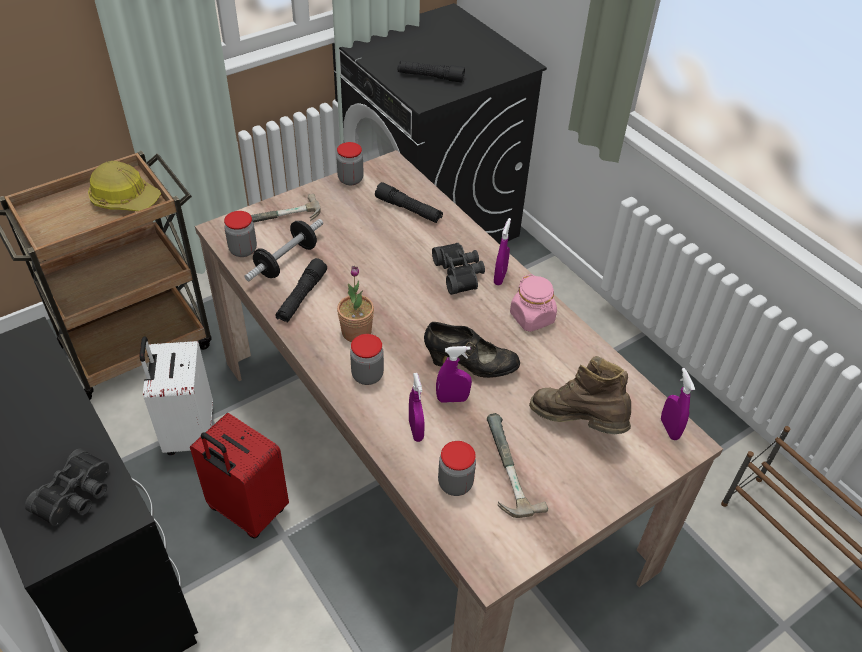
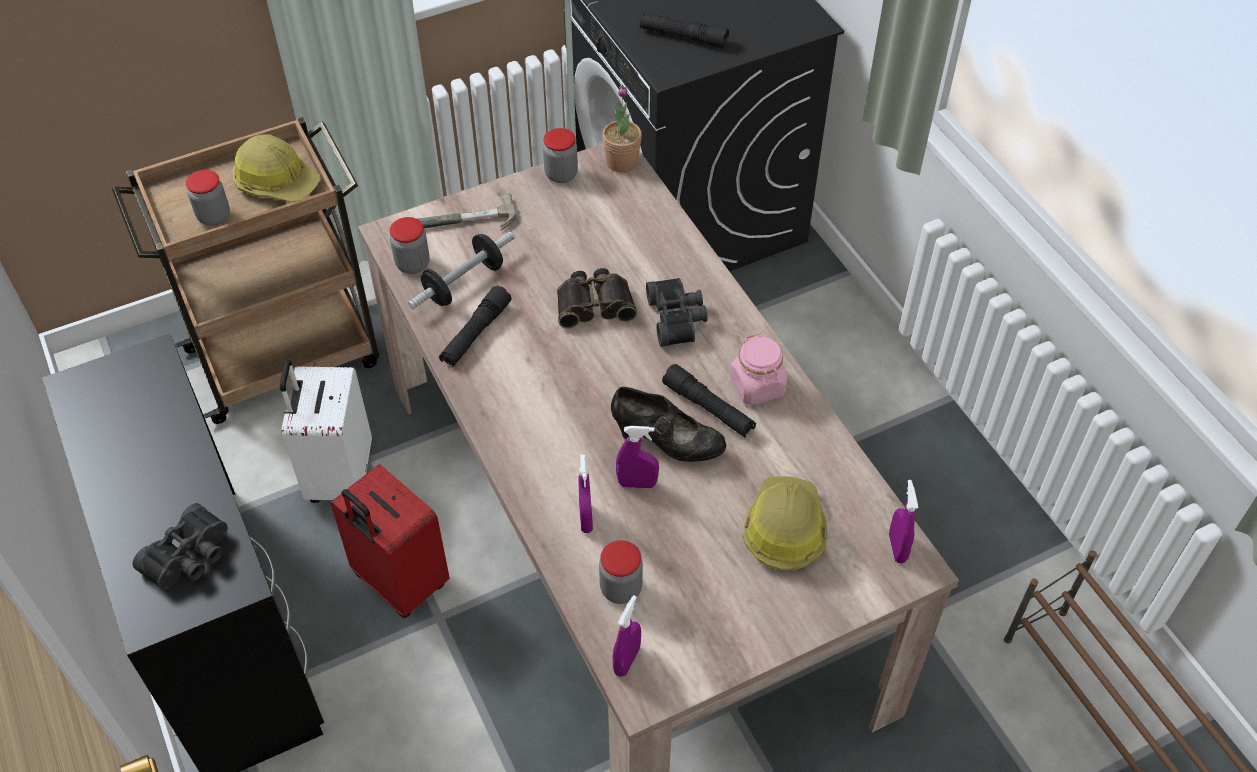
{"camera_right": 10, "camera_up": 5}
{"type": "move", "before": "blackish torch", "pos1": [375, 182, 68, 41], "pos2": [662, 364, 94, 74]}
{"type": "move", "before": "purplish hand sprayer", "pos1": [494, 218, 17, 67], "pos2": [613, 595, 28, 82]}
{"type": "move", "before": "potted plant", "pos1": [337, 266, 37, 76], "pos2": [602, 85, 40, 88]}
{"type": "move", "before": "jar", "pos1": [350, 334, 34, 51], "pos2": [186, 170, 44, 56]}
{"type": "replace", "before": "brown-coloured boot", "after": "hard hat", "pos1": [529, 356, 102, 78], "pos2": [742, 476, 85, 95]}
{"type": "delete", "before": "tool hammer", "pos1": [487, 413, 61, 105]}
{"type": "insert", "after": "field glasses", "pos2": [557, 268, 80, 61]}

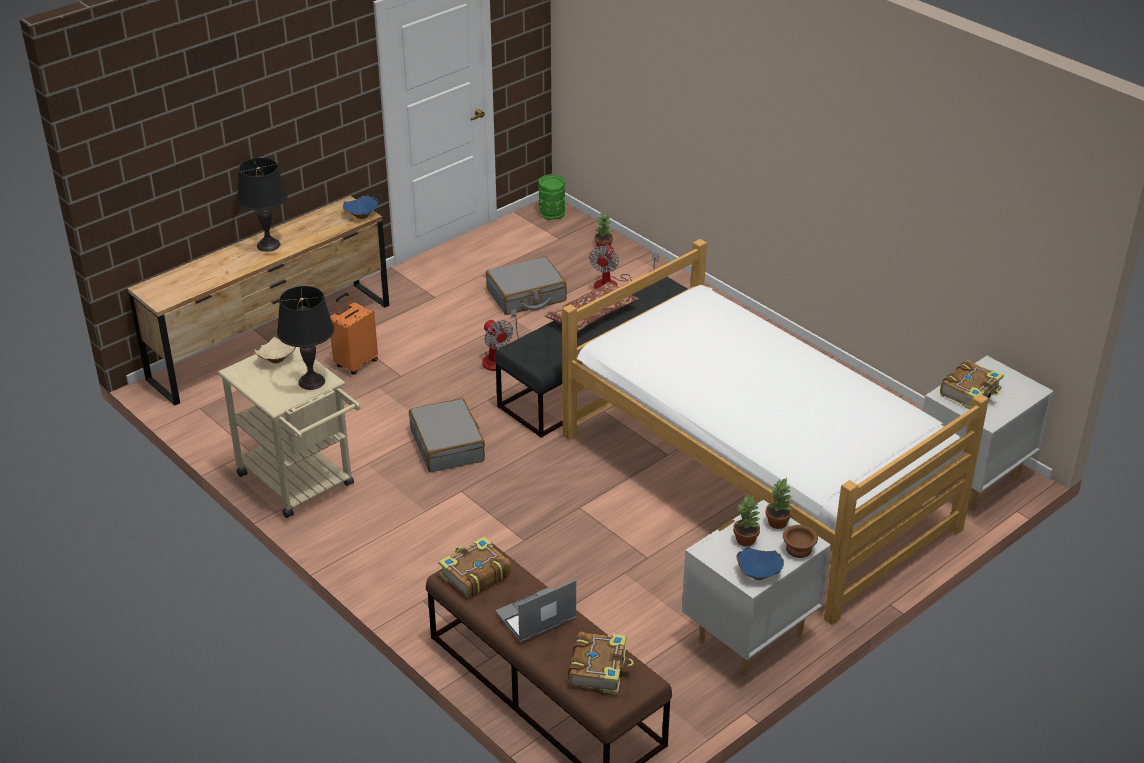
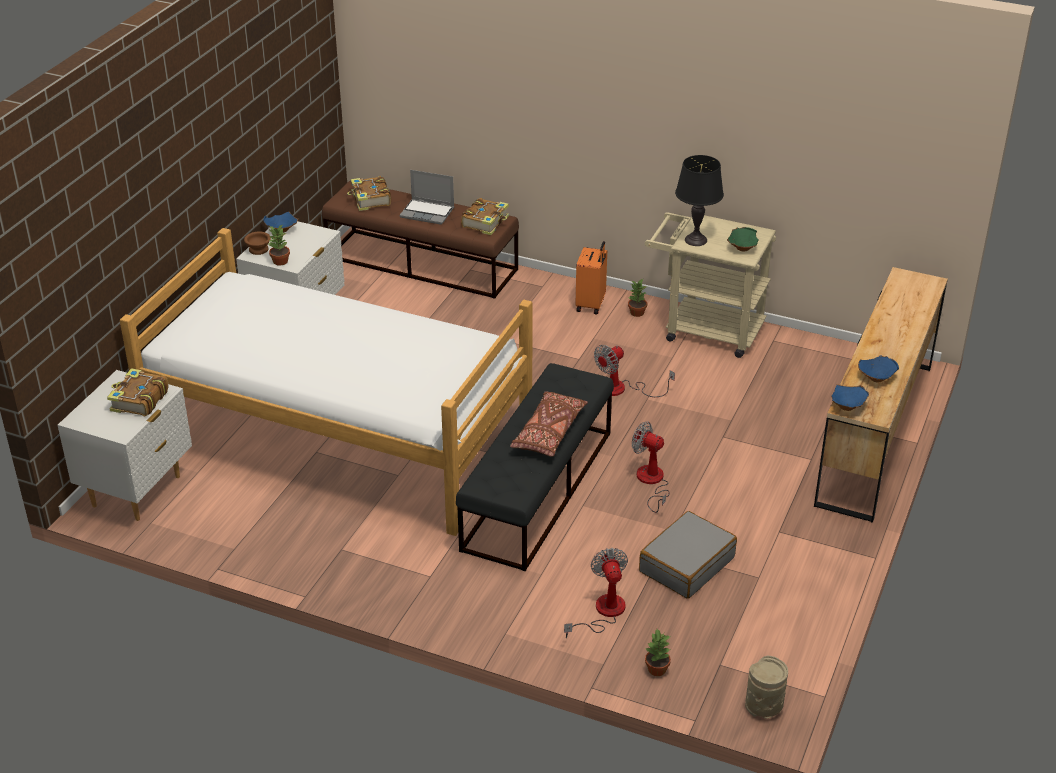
{"camera_right": 155, "camera_up": 0}
{"type": "delete", "before": "blackish tabletop lamp", "pos1": [237, 158, 50, 94]}
{"type": "recolor", "before": "green-coloured vase", "after": "beige-coloured vase", "pos1": [538, 174, 27, 46], "pos2": [745, 656, 43, 63]}
{"type": "move", "before": "orange piece of luggage", "pos1": [330, 293, 48, 82], "pos2": [575, 241, 32, 74]}
{"type": "recolor", "before": "beige-coloured deep dish", "after": "green-coloured deep dish", "pos1": [254, 337, 42, 26], "pos2": [727, 227, 32, 24]}
{"type": "replace", "before": "grey piece of luggage", "after": "electric fan", "pos1": [409, 398, 76, 74], "pos2": [594, 345, 81, 52]}
{"type": "move", "before": "potted plant", "pos1": [733, 494, 28, 52], "pos2": [628, 279, 19, 38]}
{"type": "rotate", "before": "laptop", "pos1": [495, 580, 82, 63], "pos2": [400, 170, 54, 55], "turn": 75}
{"type": "insert", "after": "blue deep dish", "pos2": [858, 355, 41, 28]}

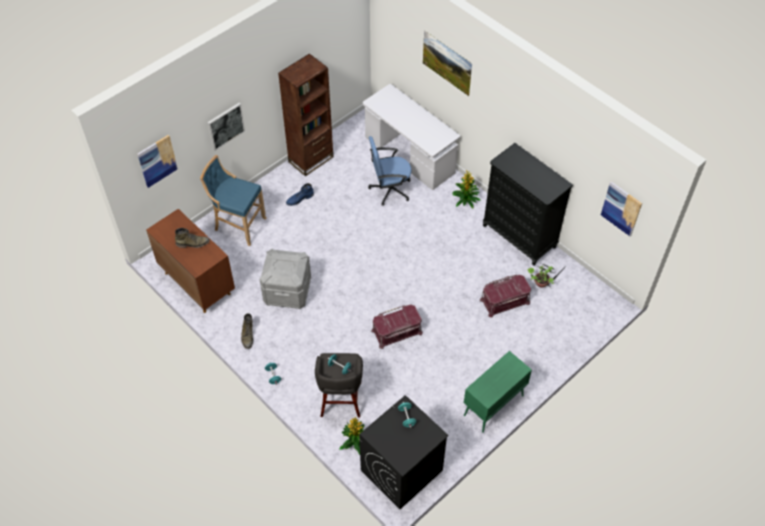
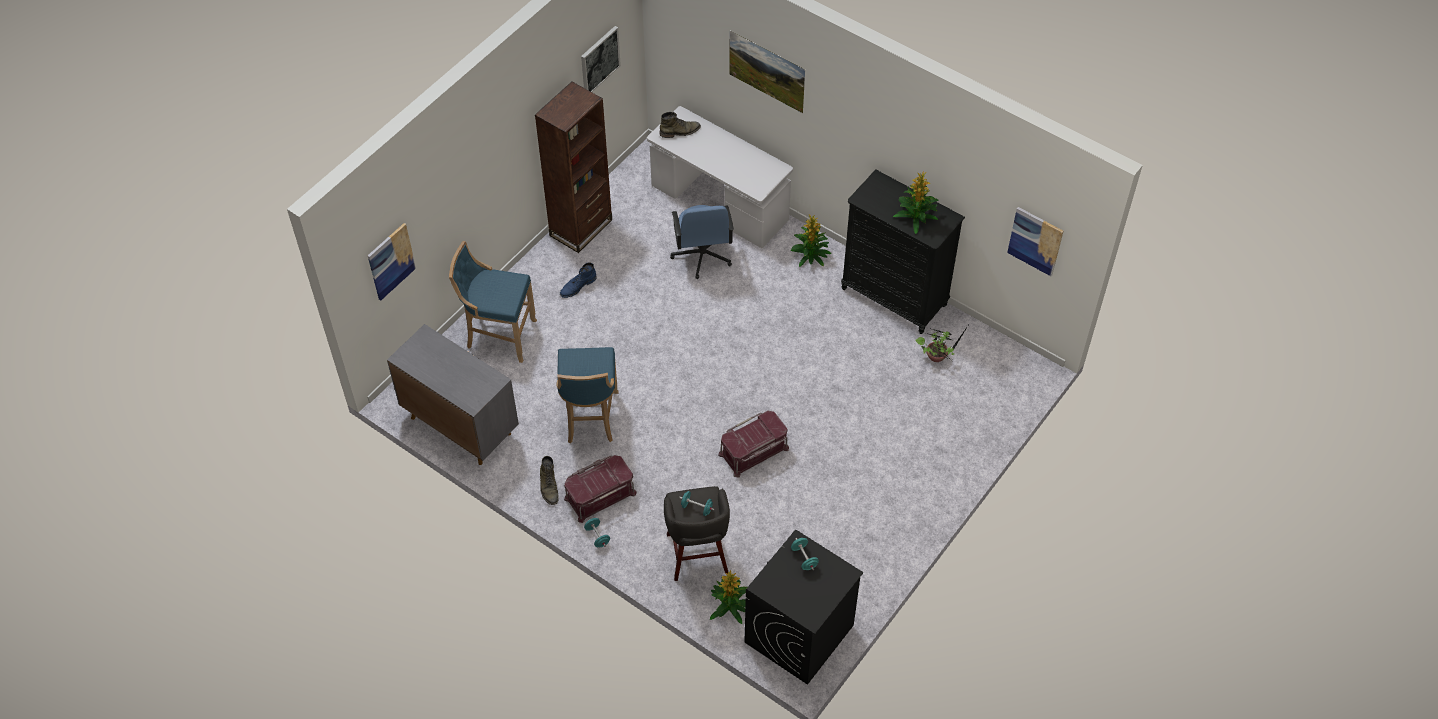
{"camera_right": -10, "camera_up": 0}
{"type": "move", "before": "picture", "pos1": [208, 103, 37, 48], "pos2": [581, 26, 40, 66]}
{"type": "rotate", "before": "blue office chair", "pos1": [368, 136, 44, 70], "pos2": [670, 205, 64, 74], "turn": -75}
{"type": "recolor", "before": "brown-coloured cabinet", "after": "grey cabinet", "pos1": [146, 209, 89, 104], "pos2": [387, 324, 132, 141]}
{"type": "move", "before": "green-coloured boot", "pos1": [175, 228, 35, 20], "pos2": [660, 112, 41, 26]}
{"type": "replace", "before": "grey storage bin", "after": "blue sitting stool", "pos1": [260, 248, 51, 61], "pos2": [556, 347, 63, 96]}
{"type": "move", "before": "reddish storage bin", "pos1": [480, 275, 51, 43], "pos2": [564, 455, 73, 68]}
{"type": "delete", "before": "green-coloured cabinet", "pos1": [464, 351, 68, 82]}
{"type": "insert", "after": "potted plant", "pos2": [893, 172, 45, 62]}

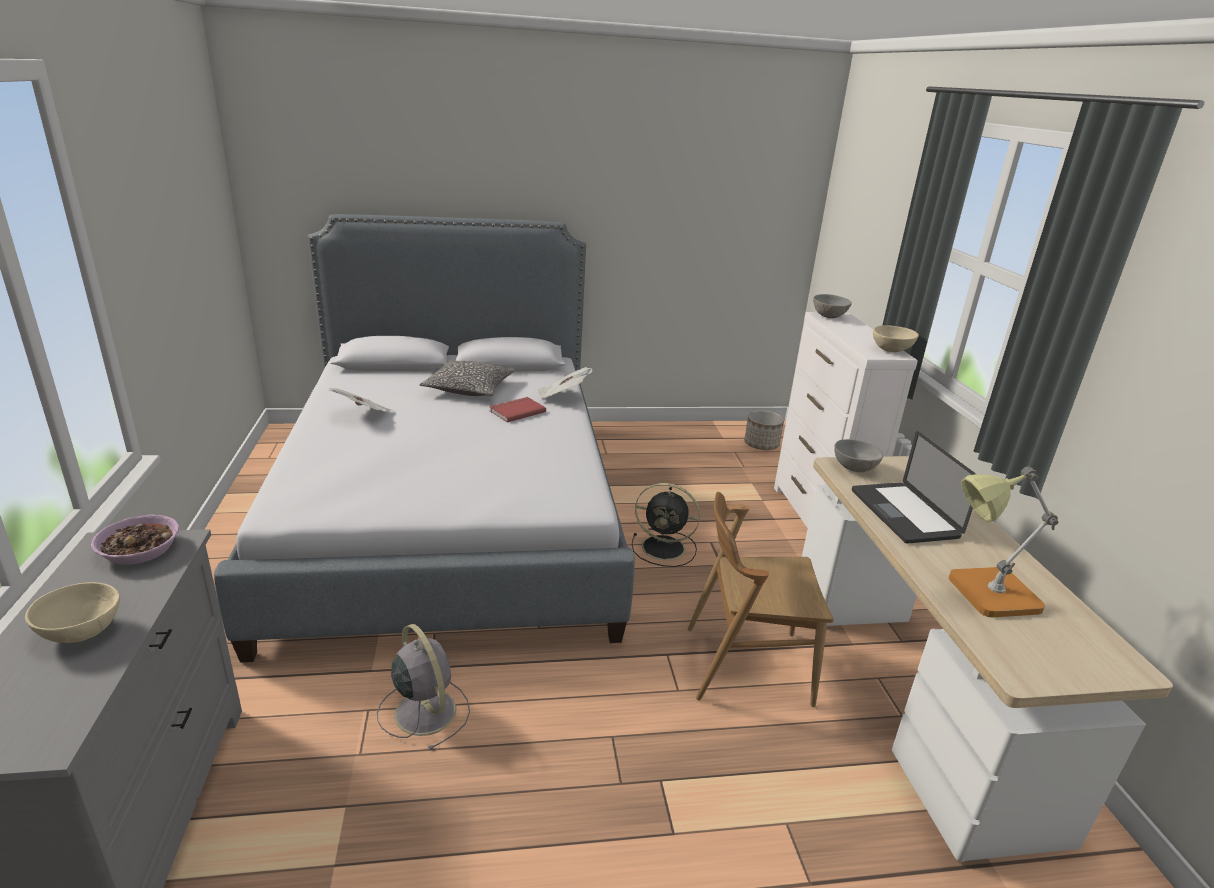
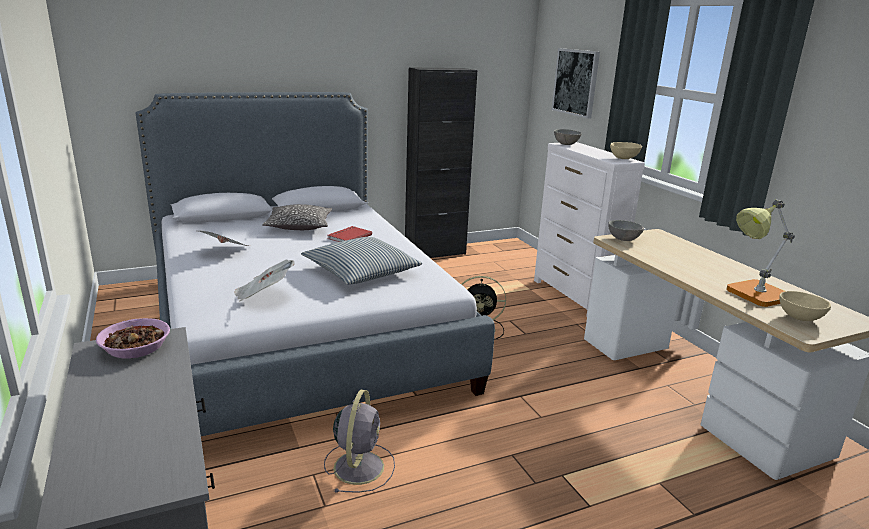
{"camera_right": -15, "camera_up": -5}
{"type": "move", "before": "printed paper", "pos1": [538, 367, 54, 32], "pos2": [234, 259, 61, 42]}
{"type": "delete", "before": "flower pot", "pos1": [744, 410, 40, 40]}
{"type": "delete", "before": "laptop", "pos1": [852, 431, 124, 113]}
{"type": "delete", "before": "brown-coloured plain chair", "pos1": [688, 492, 146, 215]}
{"type": "move", "before": "beige-coloured deep dish", "pos1": [25, 582, 95, 61], "pos2": [779, 291, 52, 30]}
{"type": "rotate", "before": "grey electric fan", "pos1": [377, 624, 93, 126], "pos2": [324, 390, 71, 103], "turn": 60}
{"type": "insert", "after": "picture", "pos2": [552, 48, 48, 71]}
{"type": "insert", "after": "blackish cabinet", "pos2": [405, 67, 72, 191]}
{"type": "insert", "after": "cushion", "pos2": [301, 237, 121, 48]}

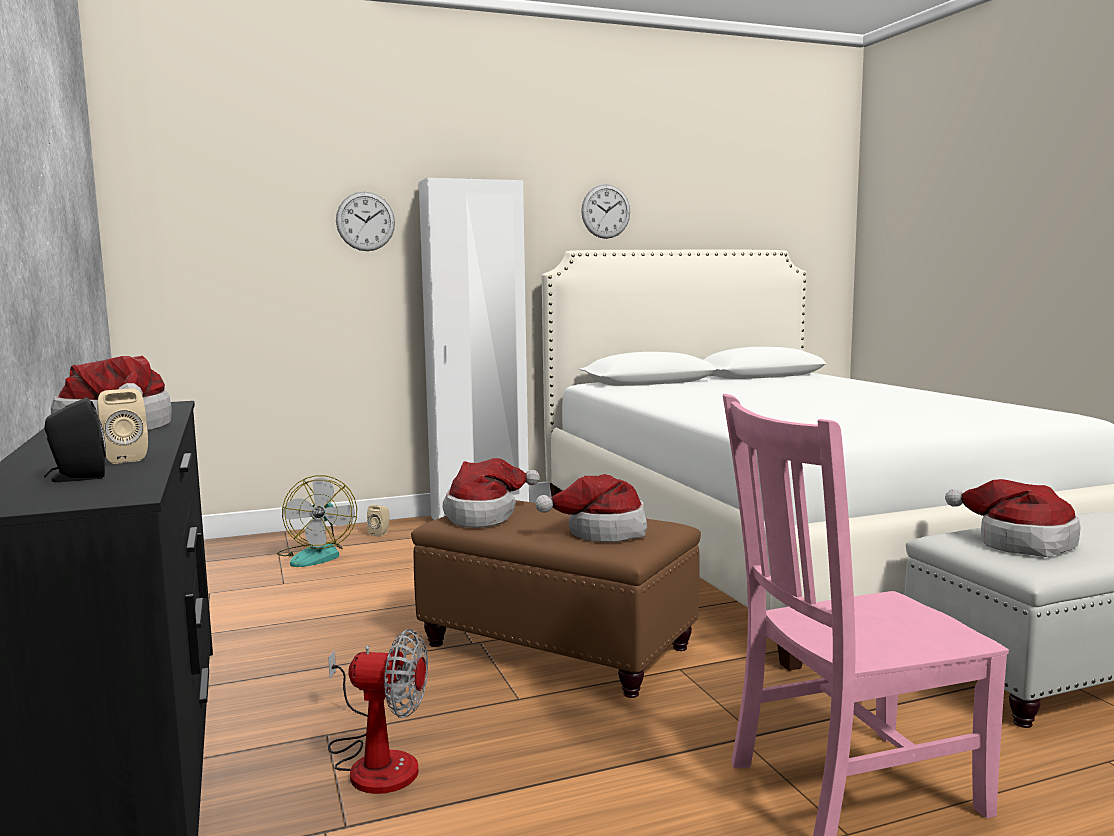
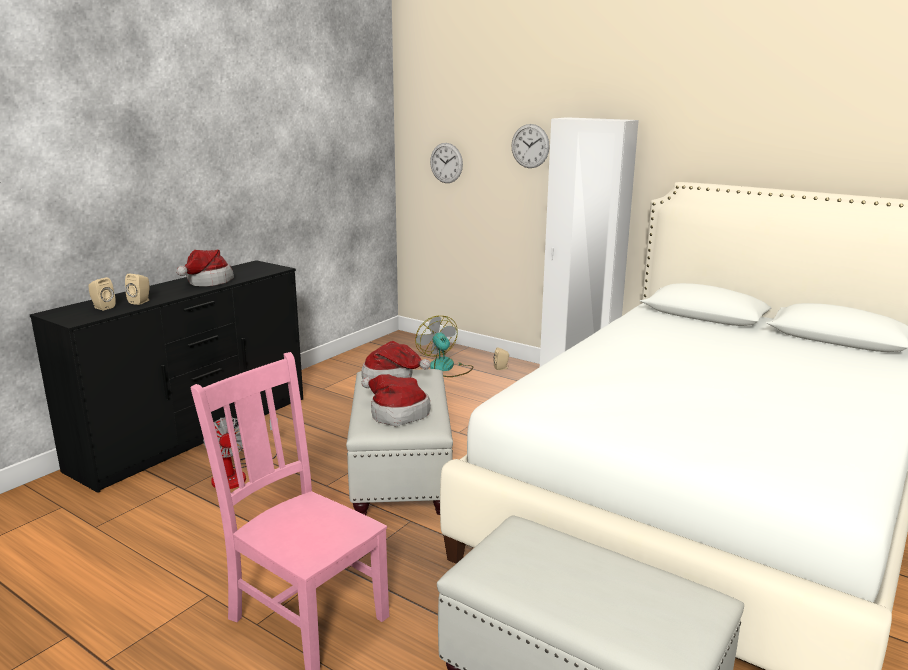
{"camera_right": 55, "camera_up": 10}
{"type": "move", "before": "wall clock", "pos1": [581, 184, 49, 55], "pos2": [430, 143, 33, 40]}
{"type": "recolor", "before": "blackish speaker", "after": "beige-coloured speaker", "pos1": [44, 398, 62, 84], "pos2": [88, 277, 28, 34]}
{"type": "rotate", "before": "electric fan", "pos1": [277, 475, 80, 92], "pos2": [415, 316, 59, 61], "turn": 105}
{"type": "delete", "before": "wearable hat", "pos1": [945, 479, 136, 78]}
{"type": "recolor", "before": "brown-coloured pouffe", "after": "white-coloured pouffe", "pos1": [411, 500, 290, 198], "pos2": [346, 369, 107, 146]}

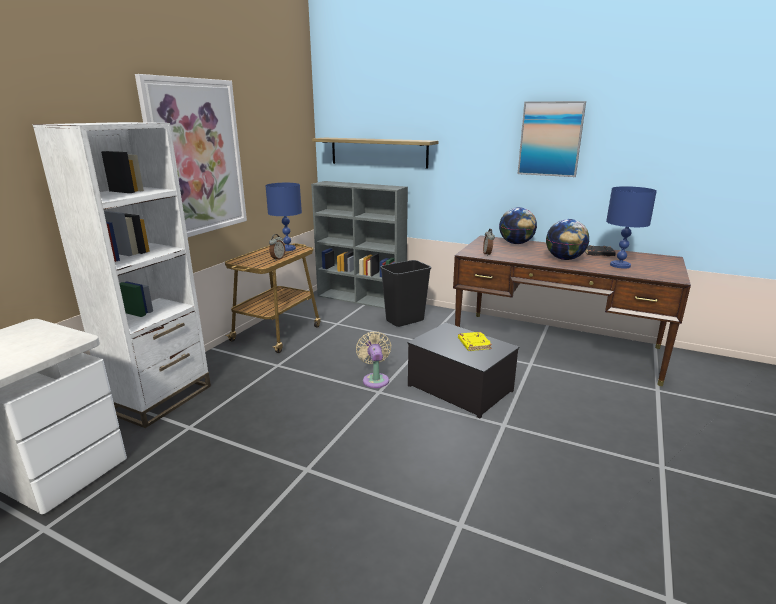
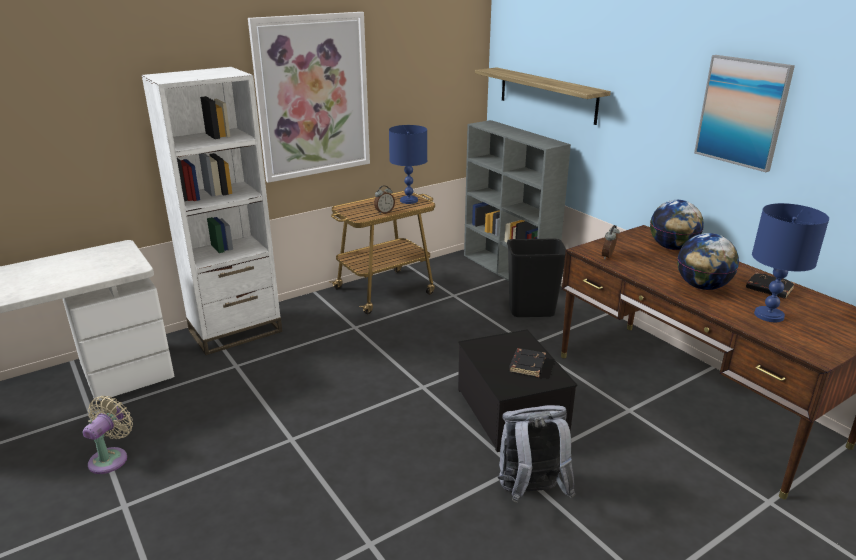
{"camera_right": 30, "camera_up": 5}
{"type": "move", "before": "beige-coloured electric fan", "pos1": [356, 331, 35, 57], "pos2": [83, 396, 50, 78]}
{"type": "recolor", "before": "yellow volume", "after": "blackish volume", "pos1": [458, 332, 34, 19], "pos2": [509, 348, 37, 29]}
{"type": "insert", "after": "grey backpack", "pos2": [498, 405, 77, 98]}

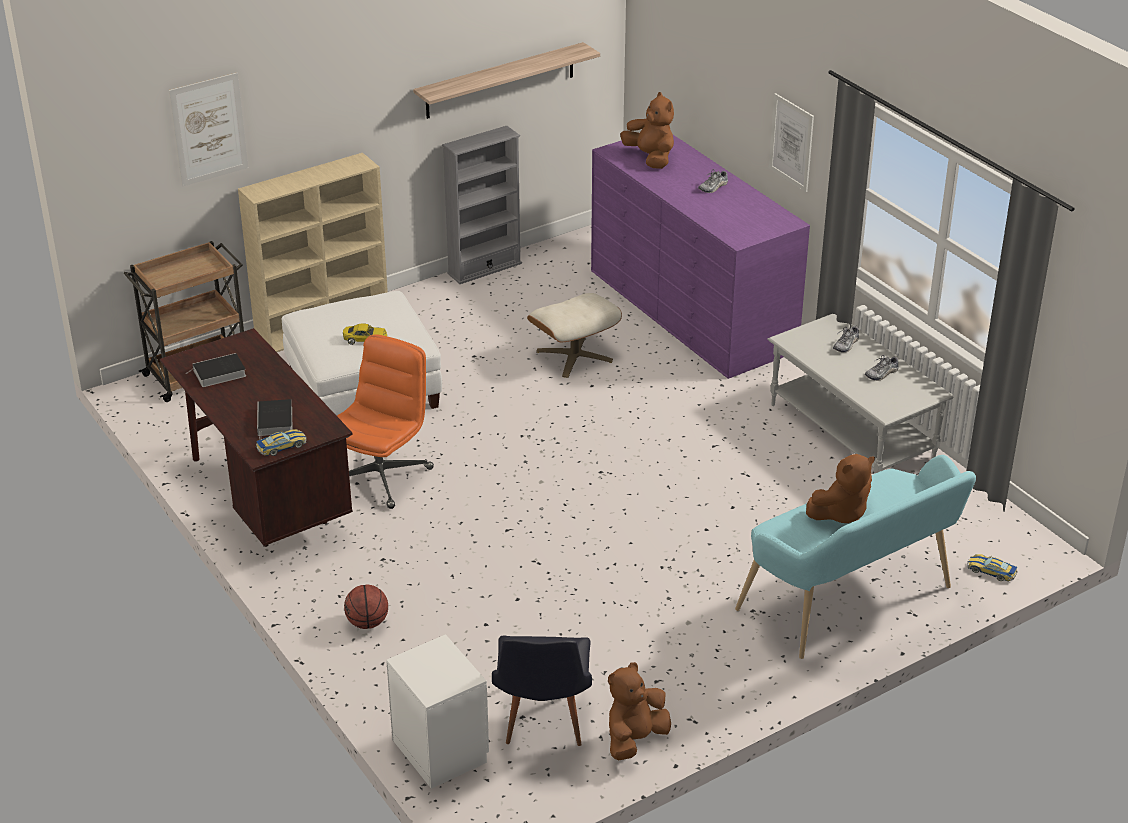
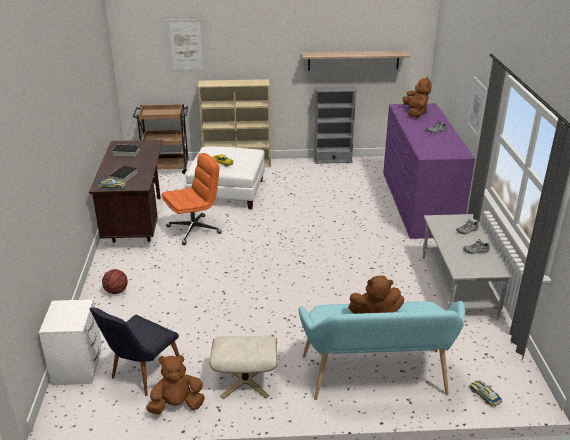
{"camera_right": 30, "camera_up": -5}
{"type": "move", "before": "beige-coloured pouffe", "pos1": [527, 293, 95, 85], "pos2": [210, 335, 67, 64]}

